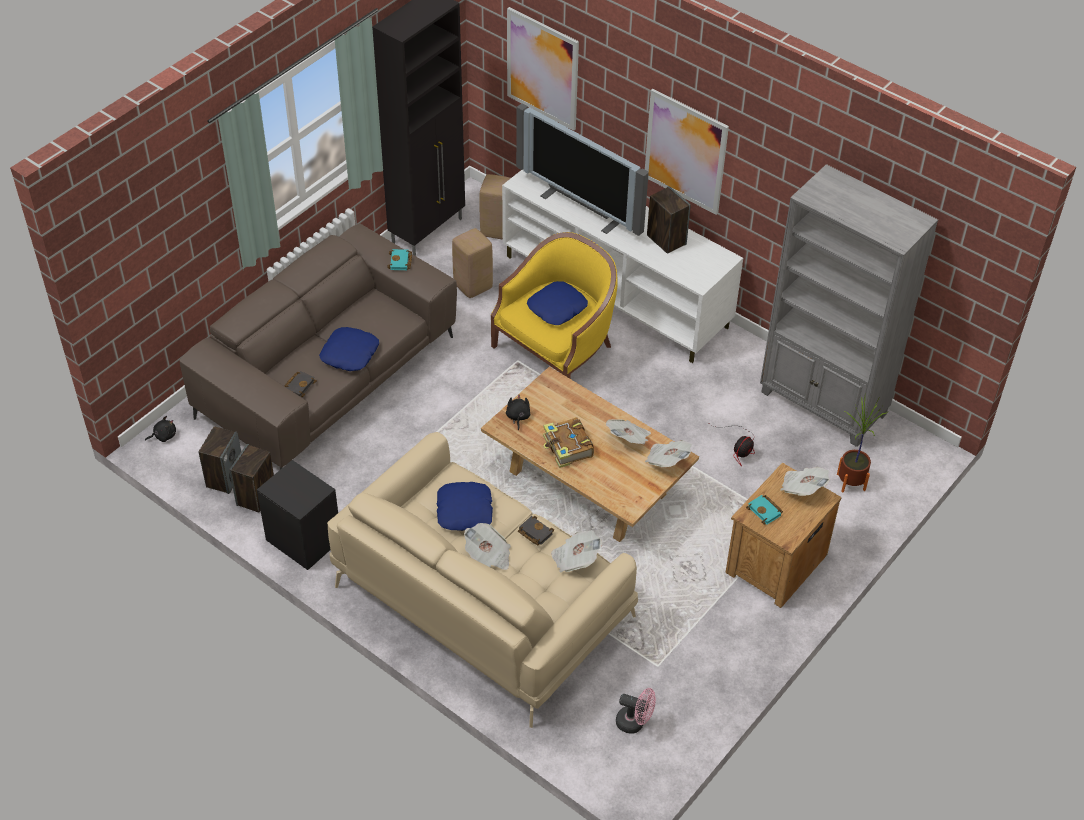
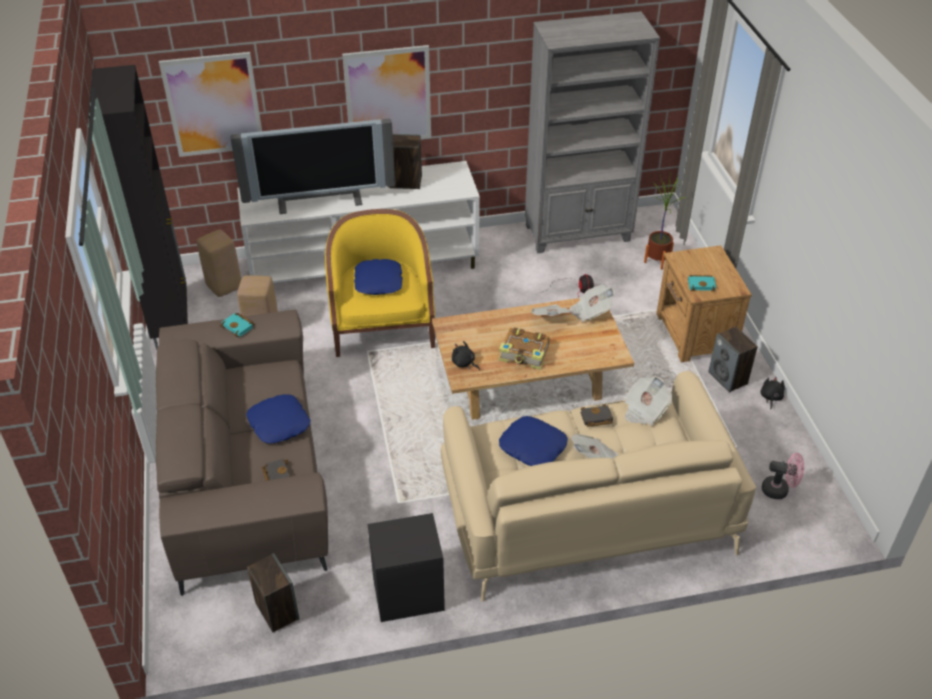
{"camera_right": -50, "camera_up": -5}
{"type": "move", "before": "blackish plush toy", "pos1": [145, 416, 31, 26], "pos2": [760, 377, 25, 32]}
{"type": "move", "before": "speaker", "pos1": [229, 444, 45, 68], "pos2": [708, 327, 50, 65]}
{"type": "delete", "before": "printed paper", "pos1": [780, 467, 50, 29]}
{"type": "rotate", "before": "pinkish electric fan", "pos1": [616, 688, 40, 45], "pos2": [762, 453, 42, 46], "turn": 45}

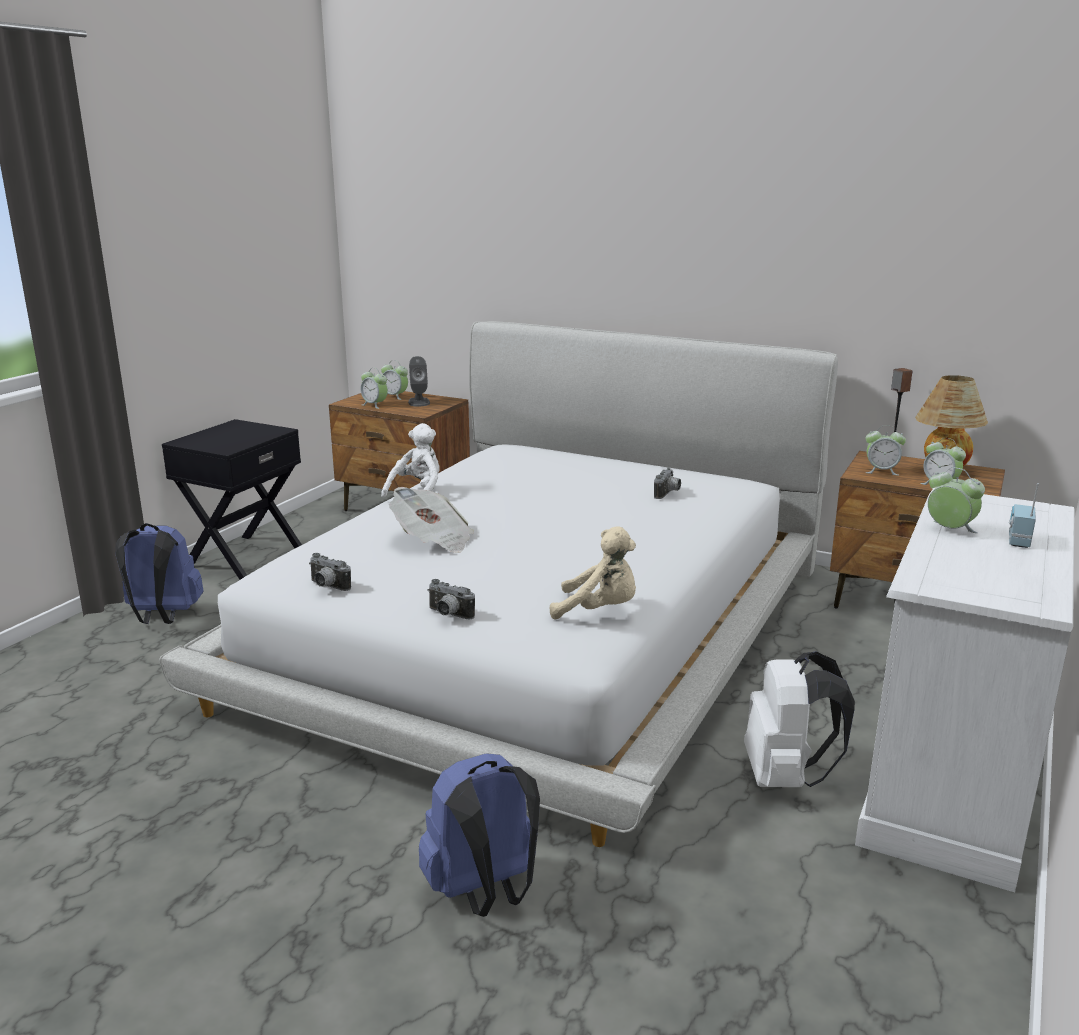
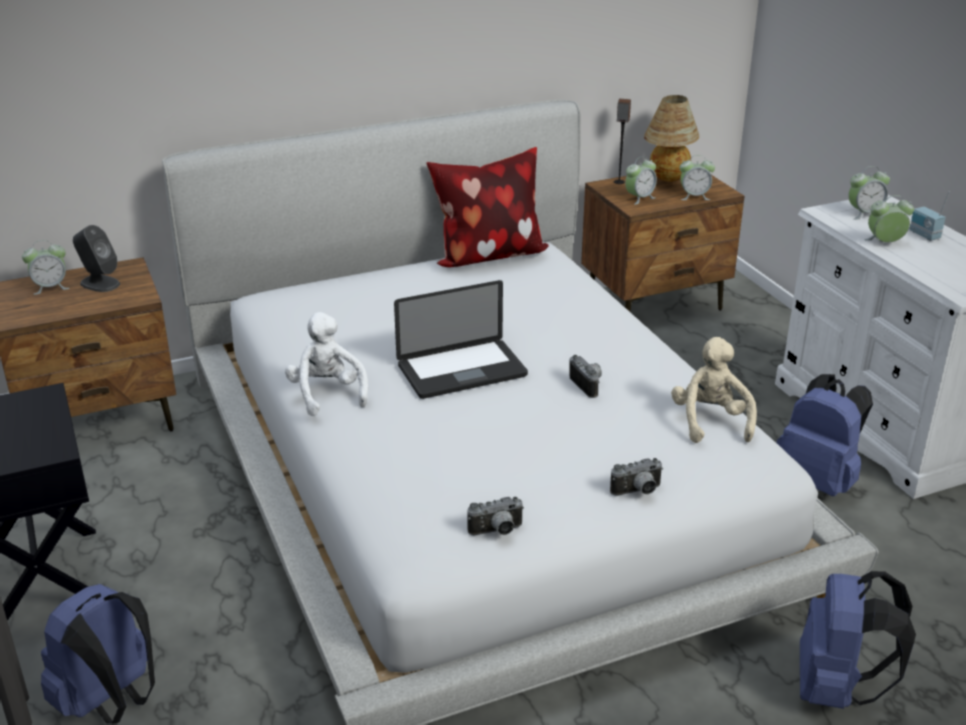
{"camera_right": -50, "camera_up": 10}
{"type": "move", "before": "table clock", "pos1": [361, 368, 27, 41], "pos2": [848, 166, 42, 54]}
{"type": "move", "before": "still camera", "pos1": [654, 468, 27, 31], "pos2": [569, 355, 33, 43]}
{"type": "delete", "before": "printed paper", "pos1": [389, 487, 85, 66]}
{"type": "rotate", "before": "beige-coloured plush toy", "pos1": [550, 527, 86, 93], "pos2": [671, 337, 86, 106], "turn": -60}
{"type": "recolor", "before": "white-coloured backpack", "after": "blue backpack", "pos1": [744, 652, 111, 135], "pos2": [777, 374, 96, 122]}
{"type": "insert", "after": "cushion", "pos2": [426, 147, 122, 120]}
{"type": "insert", "after": "laptop", "pos2": [394, 280, 134, 119]}

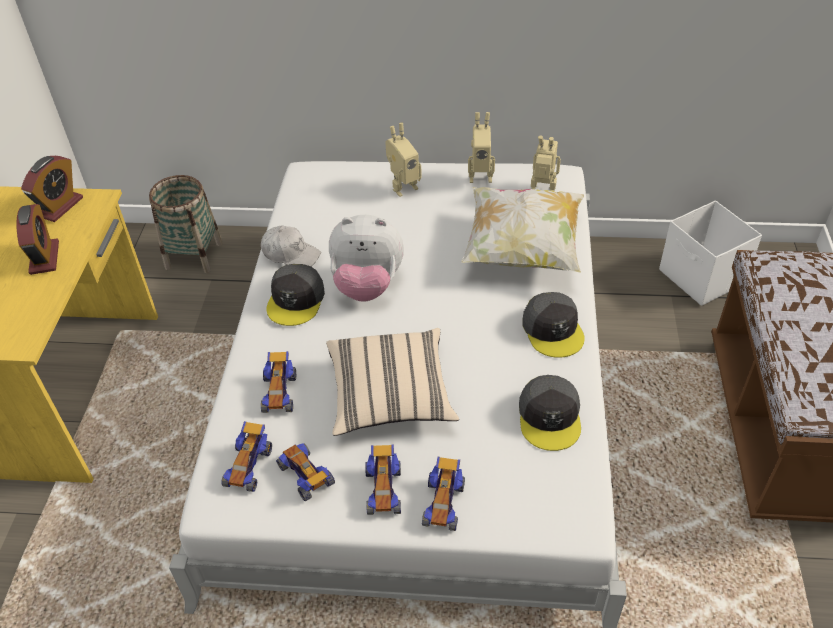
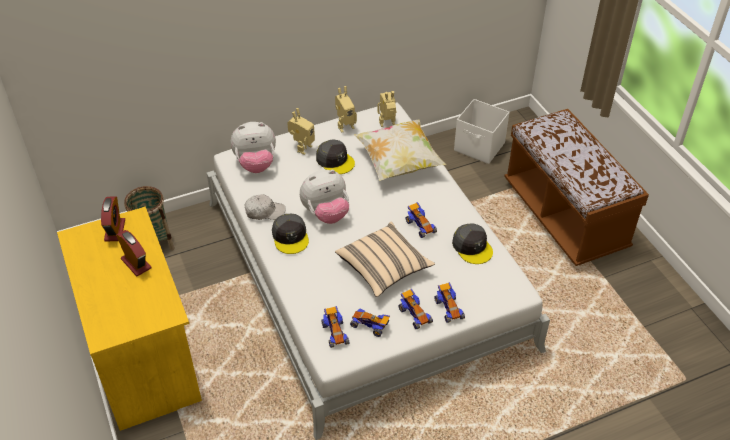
{"camera_right": -30, "camera_up": 0}
{"type": "move", "before": "grey baseball cap", "pos1": [523, 292, 62, 66], "pos2": [316, 140, 39, 34]}
{"type": "move", "before": "miniature car", "pos1": [261, 351, 35, 62], "pos2": [406, 202, 31, 36]}
{"type": "insert", "after": "plush toy", "pos2": [231, 122, 45, 51]}

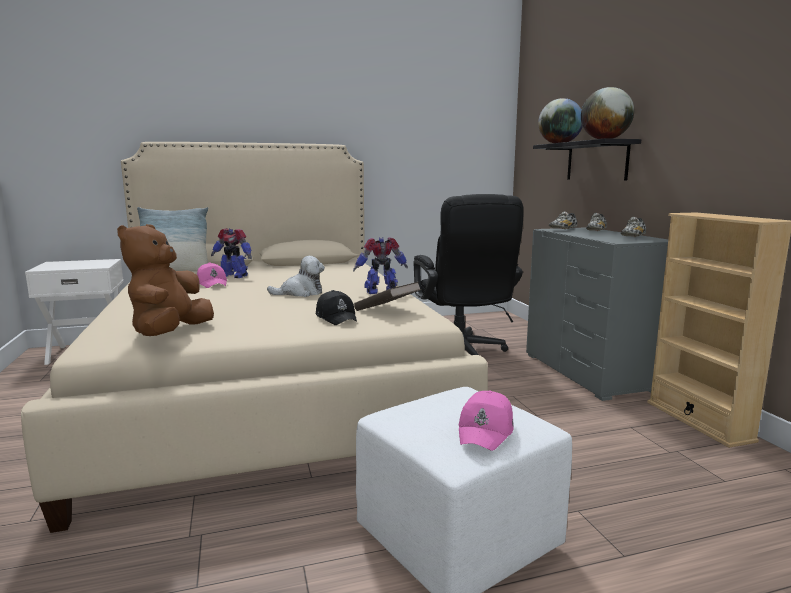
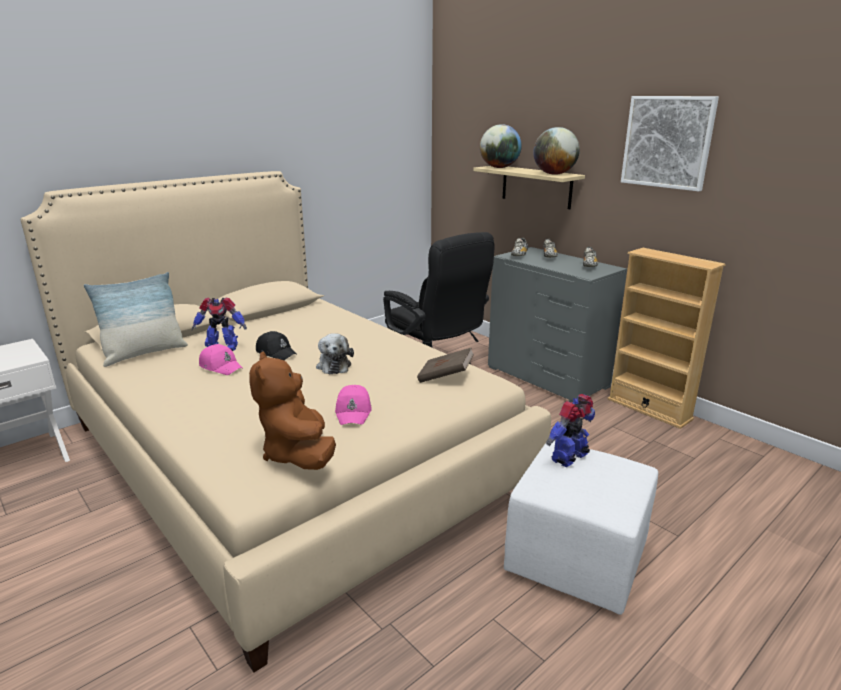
{"camera_right": -25, "camera_up": 10}
{"type": "recolor", "before": "blackish shelf", "after": "beige-coloured shelf", "pos1": [533, 138, 108, 43], "pos2": [473, 166, 112, 43]}
{"type": "move", "before": "toy robot", "pos1": [353, 237, 55, 57], "pos2": [546, 394, 49, 73]}
{"type": "rotate", "before": "plush toy", "pos1": [267, 256, 58, 41], "pos2": [316, 333, 38, 42], "turn": 120}
{"type": "move", "before": "blackish baseball cap", "pos1": [316, 290, 41, 35], "pos2": [256, 331, 41, 29]}
{"type": "move", "before": "pinkish baseball cap", "pos1": [459, 391, 55, 60], "pos2": [335, 385, 37, 40]}
{"type": "insert", "after": "picture", "pos2": [621, 96, 98, 95]}

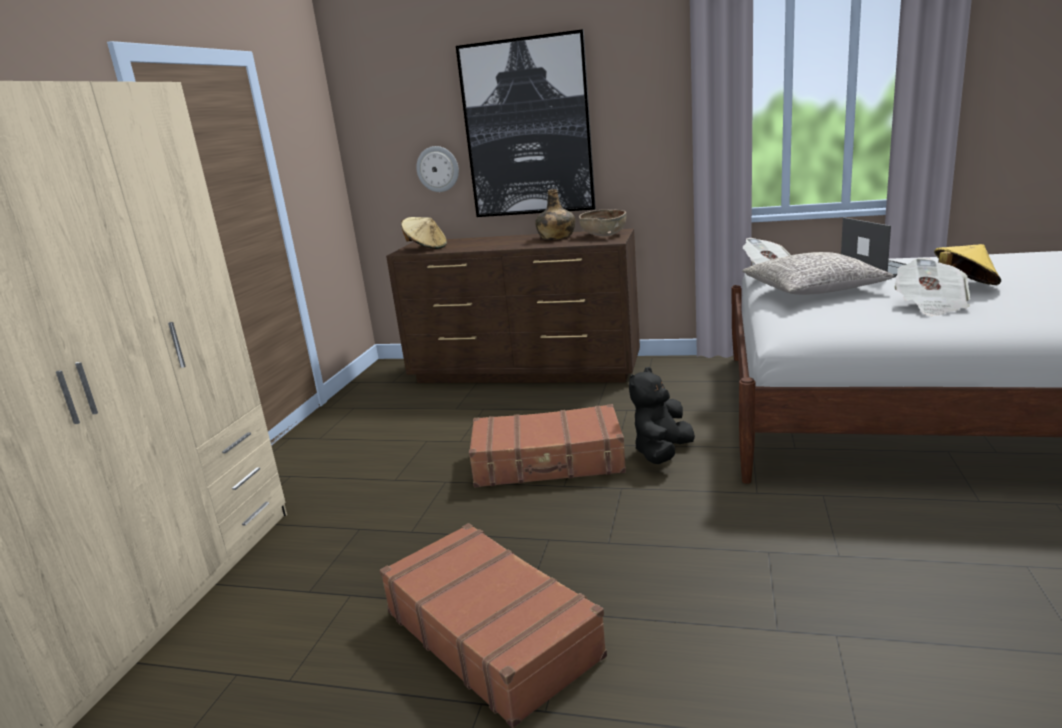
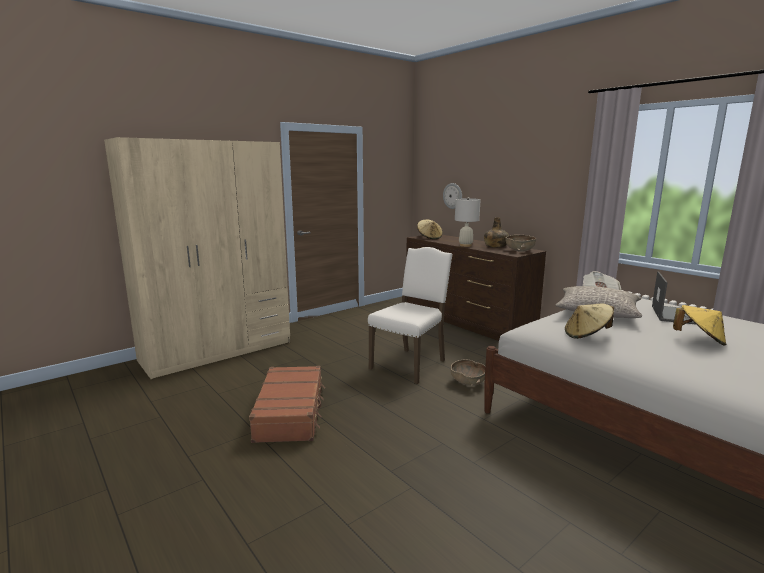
{"camera_right": 35, "camera_up": -5}
{"type": "delete", "before": "picture", "pos1": [456, 29, 140, 188]}
{"type": "delete", "before": "printed paper", "pos1": [894, 258, 76, 58]}
{"type": "replace", "before": "blackish plush toy", "after": "brown-coloured deep dish", "pos1": [629, 367, 66, 97], "pos2": [451, 359, 34, 27]}
{"type": "replace", "before": "brown-coloured piece of luggage", "after": "white-coloured plain chair", "pos1": [469, 404, 157, 84], "pos2": [368, 247, 85, 137]}
{"type": "insert", "after": "white-coloured tabletop lamp", "pos2": [455, 197, 25, 50]}
{"type": "insert", "after": "beige-coloured wearable hat", "pos2": [565, 304, 49, 35]}

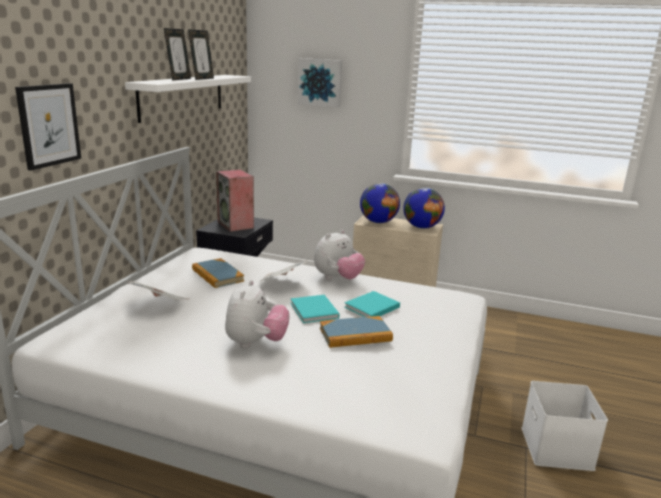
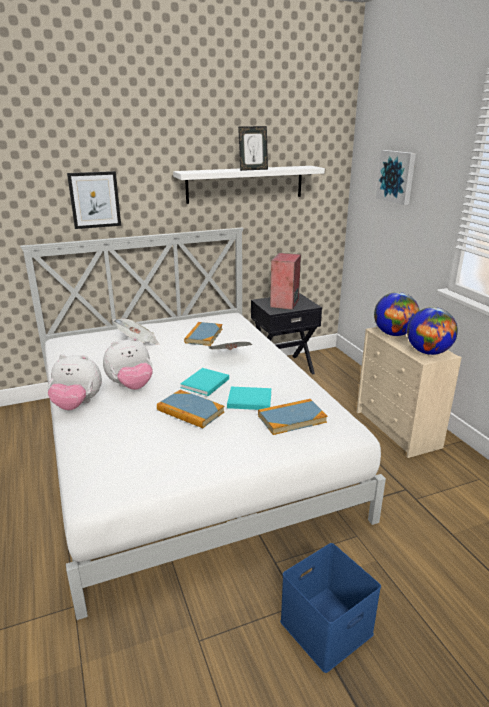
{"camera_right": 50, "camera_up": 5}
{"type": "delete", "before": "picture frame", "pos1": [164, 28, 27, 52]}
{"type": "move", "before": "plush toy", "pos1": [314, 230, 51, 50], "pos2": [48, 354, 54, 56]}
{"type": "recolor", "before": "white-coloured storage bin", "after": "blue storage bin", "pos1": [522, 381, 86, 90], "pos2": [280, 543, 101, 130]}
{"type": "insert", "after": "volume", "pos2": [258, 399, 69, 36]}

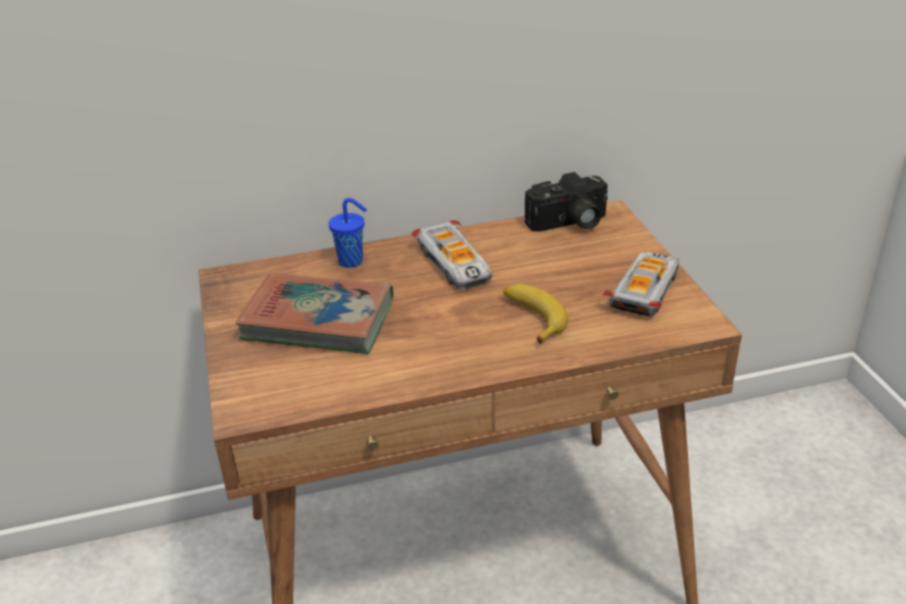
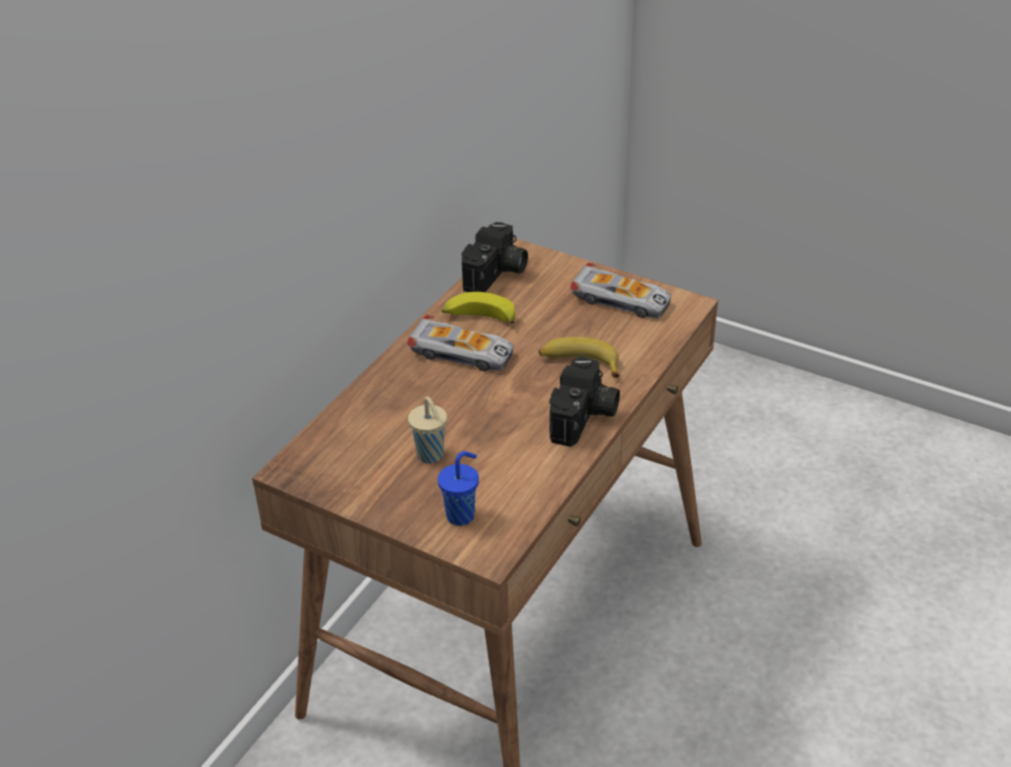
{"camera_right": -45, "camera_up": 5}
{"type": "move", "before": "blue small cup", "pos1": [328, 198, 39, 70], "pos2": [438, 451, 41, 75]}
{"type": "rotate", "before": "miniature car", "pos1": [603, 252, 76, 64], "pos2": [570, 263, 101, 55], "turn": 135}
{"type": "replace", "before": "volume", "after": "beige-coloured small cup", "pos1": [235, 273, 158, 81], "pos2": [408, 397, 39, 66]}
{"type": "insert", "after": "banana", "pos2": [442, 292, 73, 32]}
{"type": "insert", "after": "still camera", "pos2": [549, 357, 71, 90]}

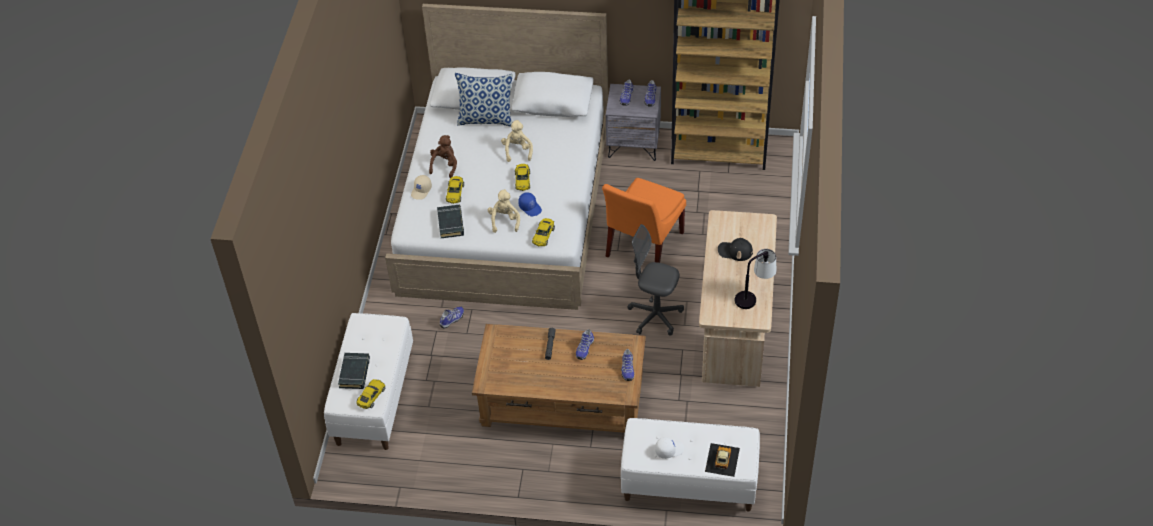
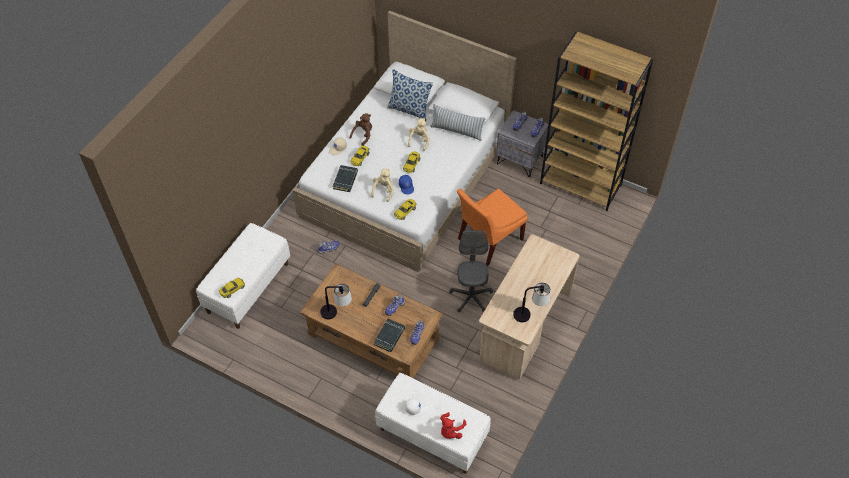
{"camera_right": 20, "camera_up": 5}
{"type": "rotate", "before": "grey office chair", "pos1": [628, 224, 56, 112], "pos2": [449, 231, 44, 81], "turn": 45}
{"type": "delete", "before": "blackish baseball cap", "pos1": [718, 238, 35, 23]}
{"type": "move", "before": "blackish volume", "pos1": [338, 353, 32, 36], "pos2": [374, 319, 31, 33]}
{"type": "replace", "before": "miniature car", "after": "reddish plush toy", "pos1": [705, 443, 35, 34], "pos2": [440, 412, 26, 27]}
{"type": "insert", "after": "cushion", "pos2": [430, 104, 56, 37]}
{"type": "insert", "after": "tabletop lamp", "pos2": [320, 284, 32, 35]}

